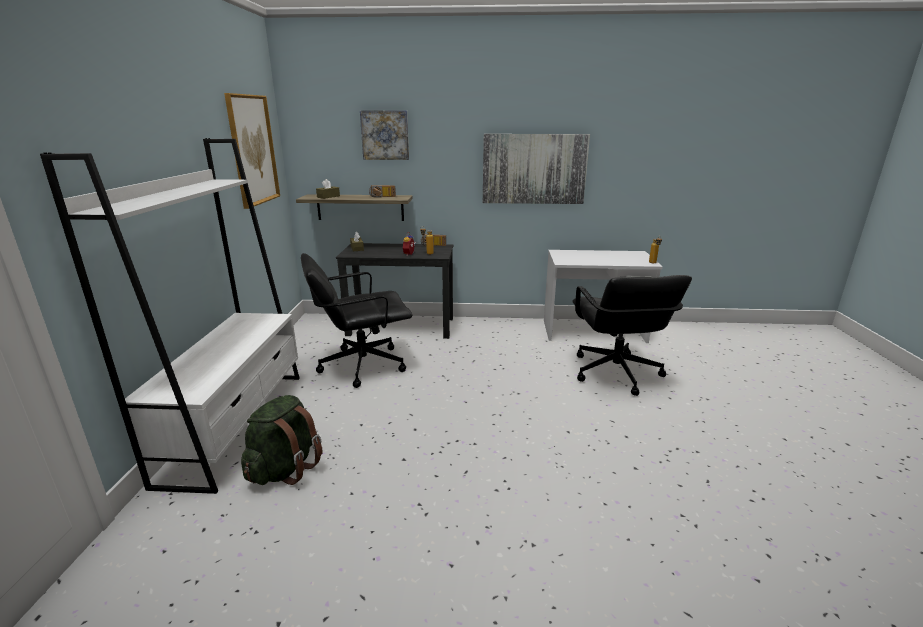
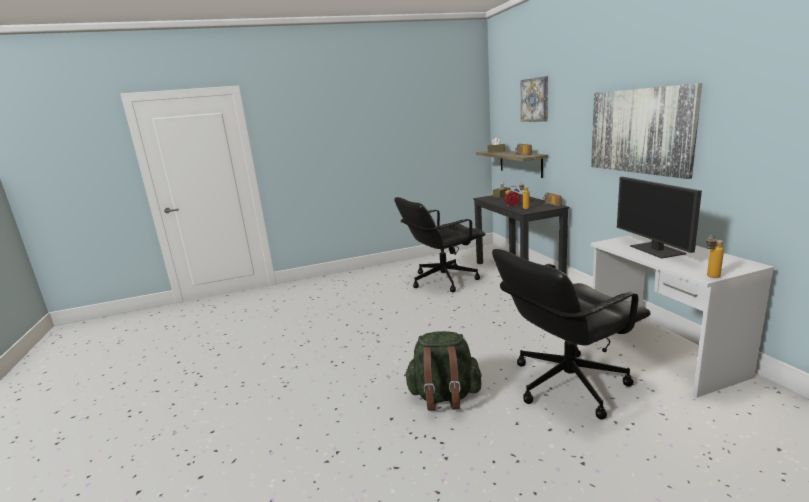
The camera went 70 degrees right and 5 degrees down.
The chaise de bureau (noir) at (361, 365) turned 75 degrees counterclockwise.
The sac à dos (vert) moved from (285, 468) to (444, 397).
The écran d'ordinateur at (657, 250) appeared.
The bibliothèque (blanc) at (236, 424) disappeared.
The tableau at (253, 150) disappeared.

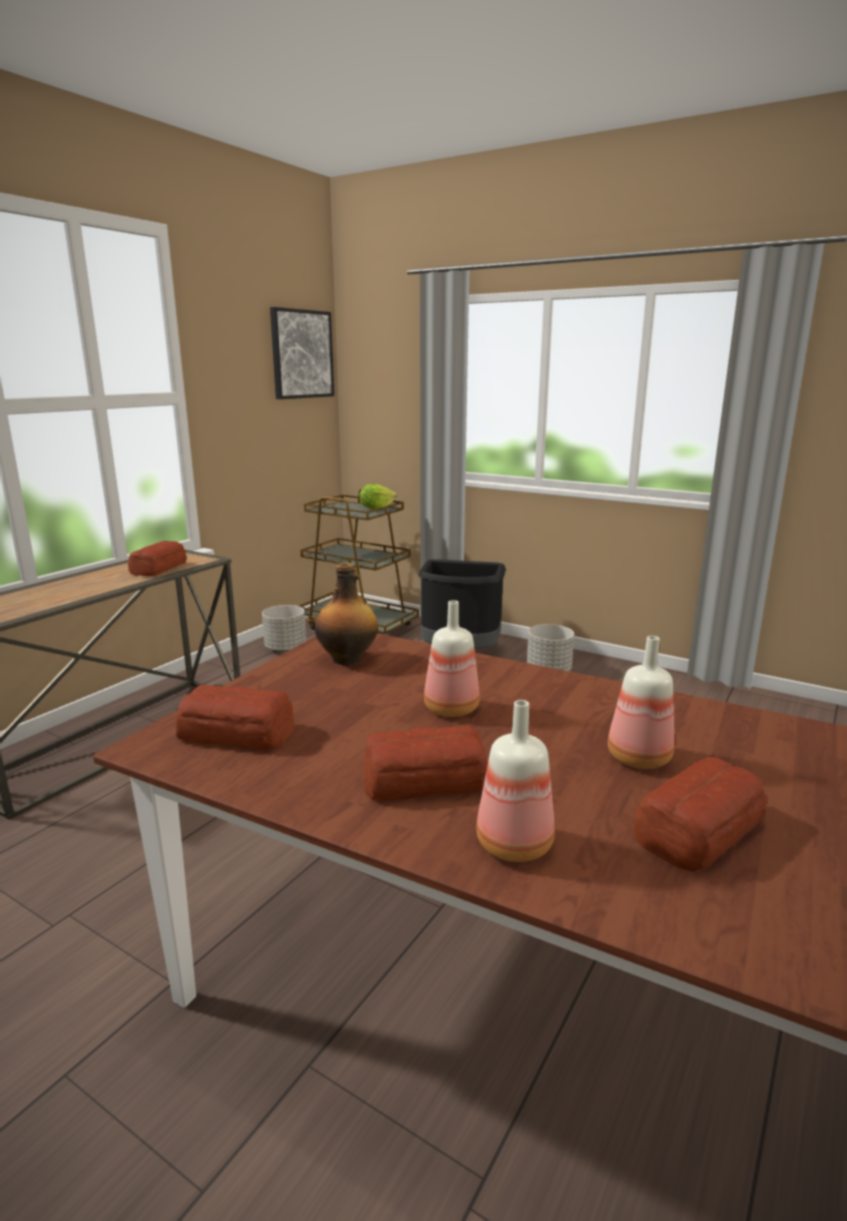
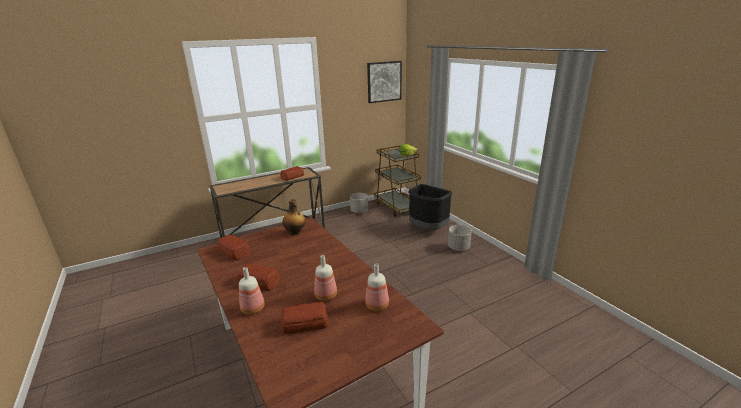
The camera went 30 degrees right and 5 degrees up.
The bouteille moved from (449, 709) to (376, 305).

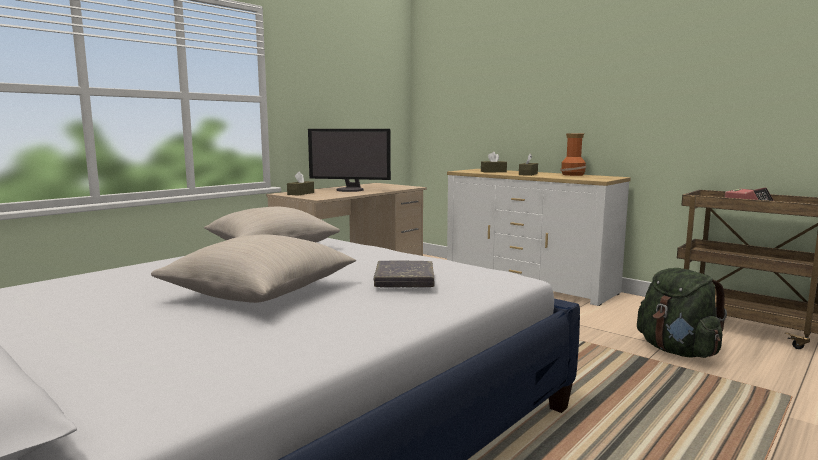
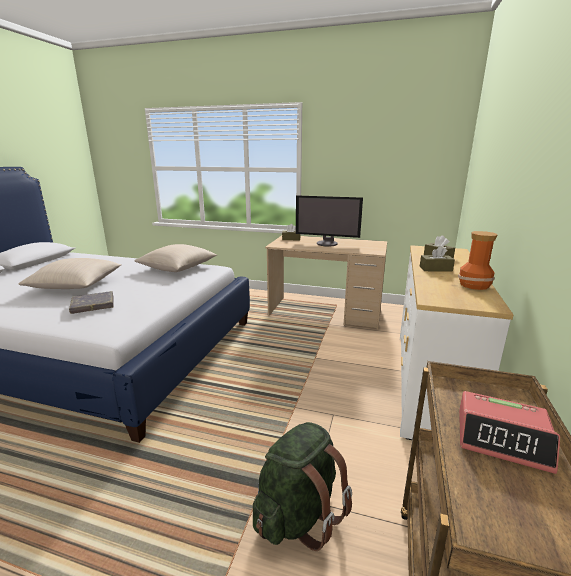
The camera went 65 degrees right and 10 degrees up.
The écran d'ordinateur at (350, 190) turned 60 degrees counterclockwise.

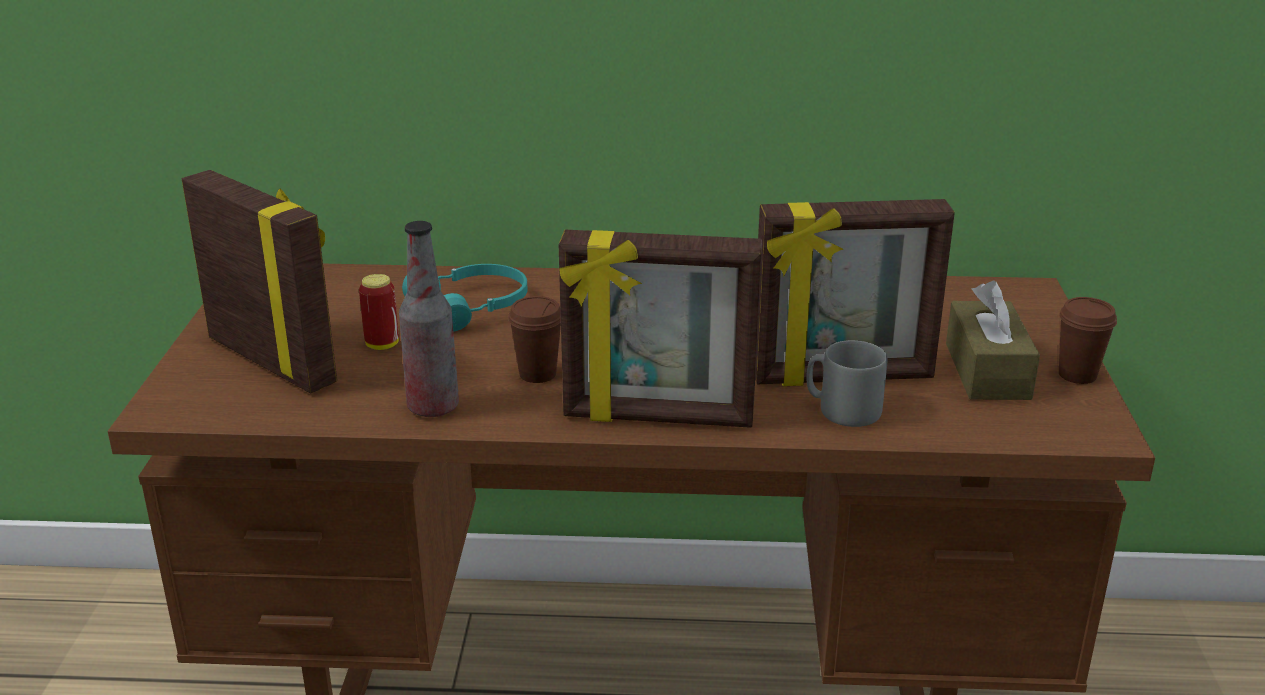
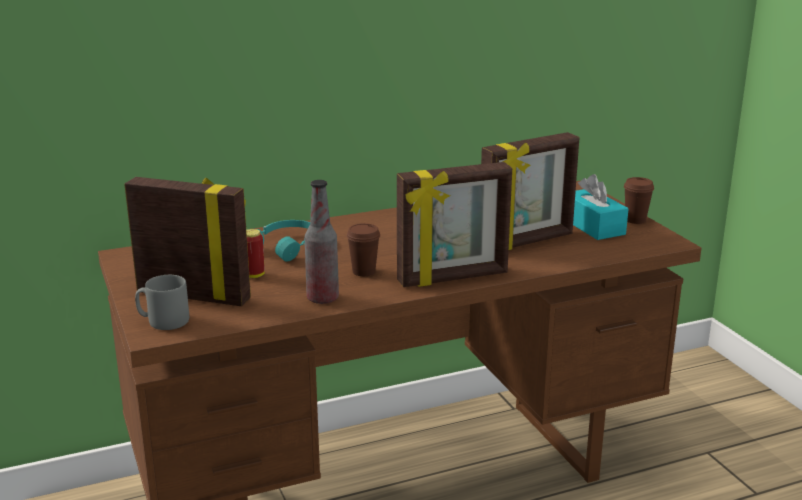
The camera went 25 degrees left and 5 degrees down.
The mug (gris) moved from (842, 410) to (163, 321).
The boîte à mouchoirs (marron) at (987, 371) became the boîte à mouchoirs (turquoise) at (593, 226).

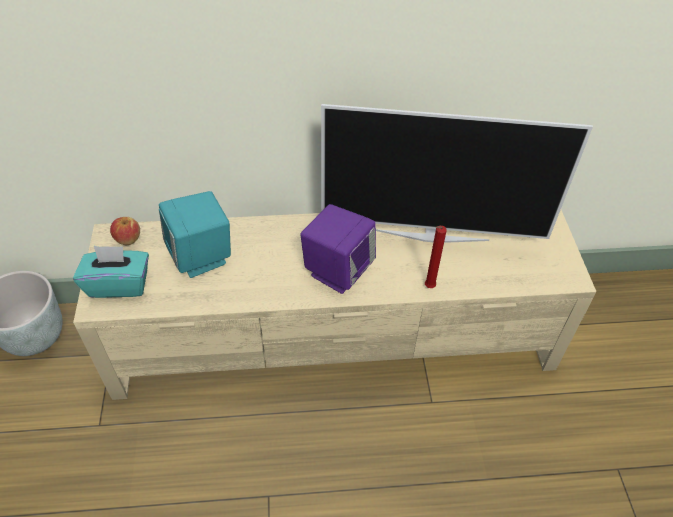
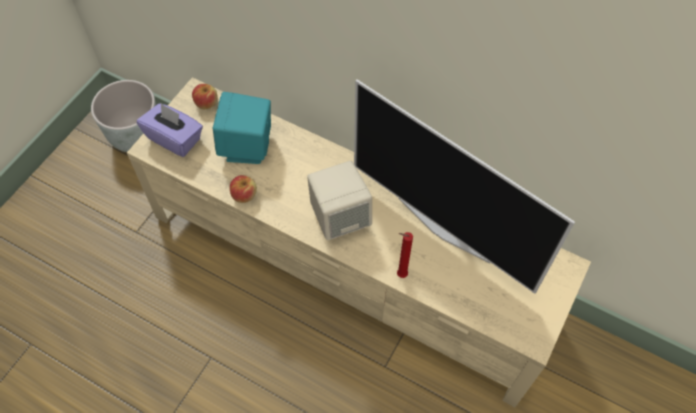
The camera went 35 degrees right and 10 degrees up.
The boîte à mouchoirs (turquoise) at (119, 284) became the boîte à mouchoirs (violet) at (175, 139).
The pomme at (244, 195) appeared.
The enceinte (violet) at (338, 270) became the enceinte (beige) at (340, 218).

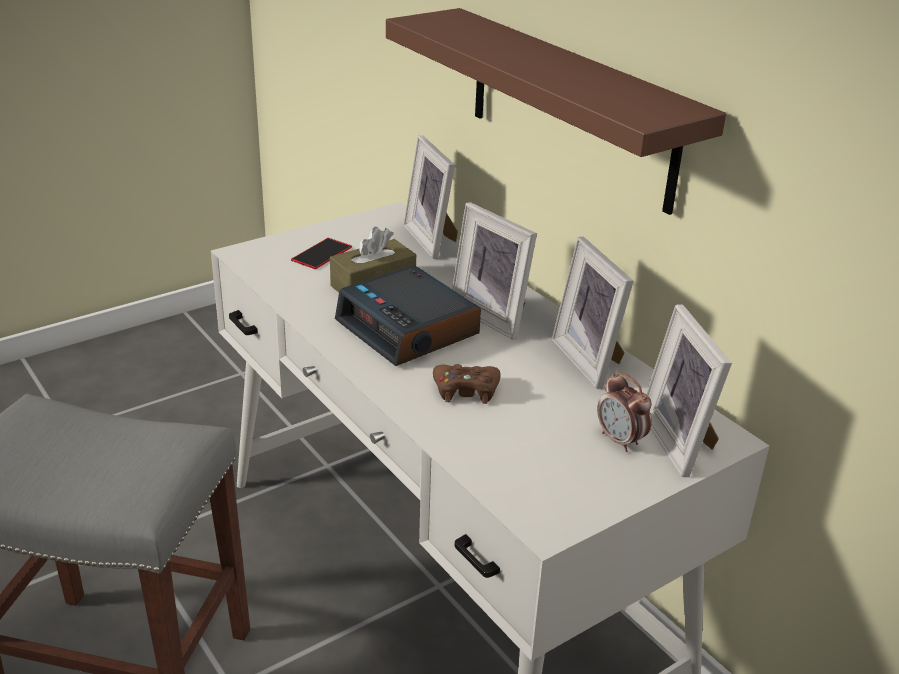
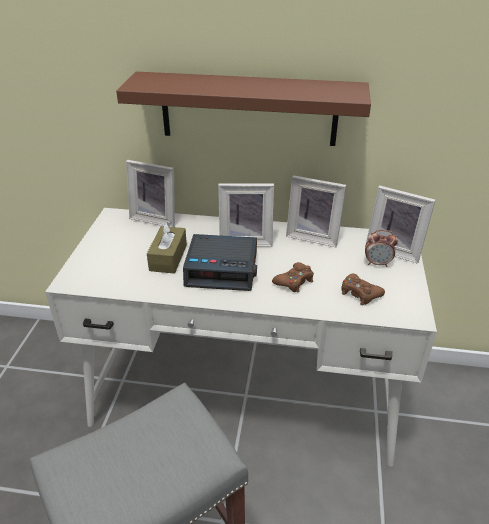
The camera went 45 degrees left and 5 degrees up.
The manette (marron) at (360, 293) appeared.
The téléphone at (321, 253) disappeared.

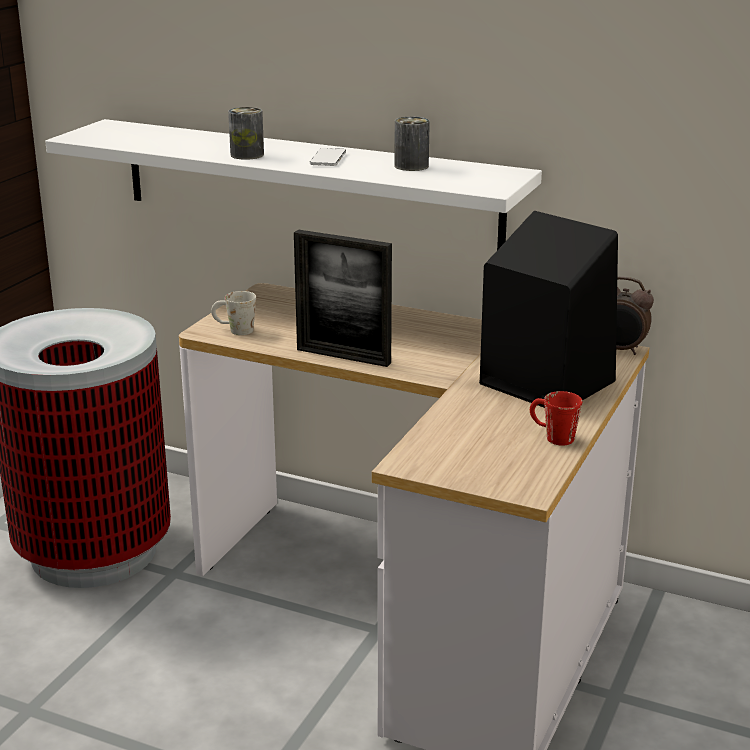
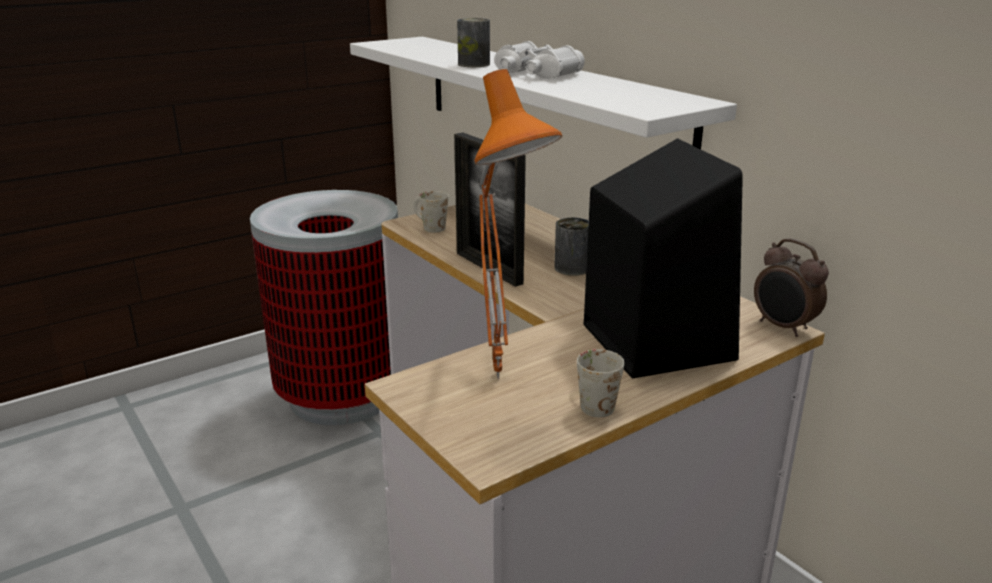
The camera went 30 degrees right and 0 degrees up.
The lampe de table (orange) at (503, 376) appeared.
The téléphone at (328, 159) was replaced by the jumelles (blanc) at (535, 74).
The boîte métallique moved from (411, 166) to (572, 268).
The mug (rouge) at (552, 436) became the mug (blanc) at (591, 402).

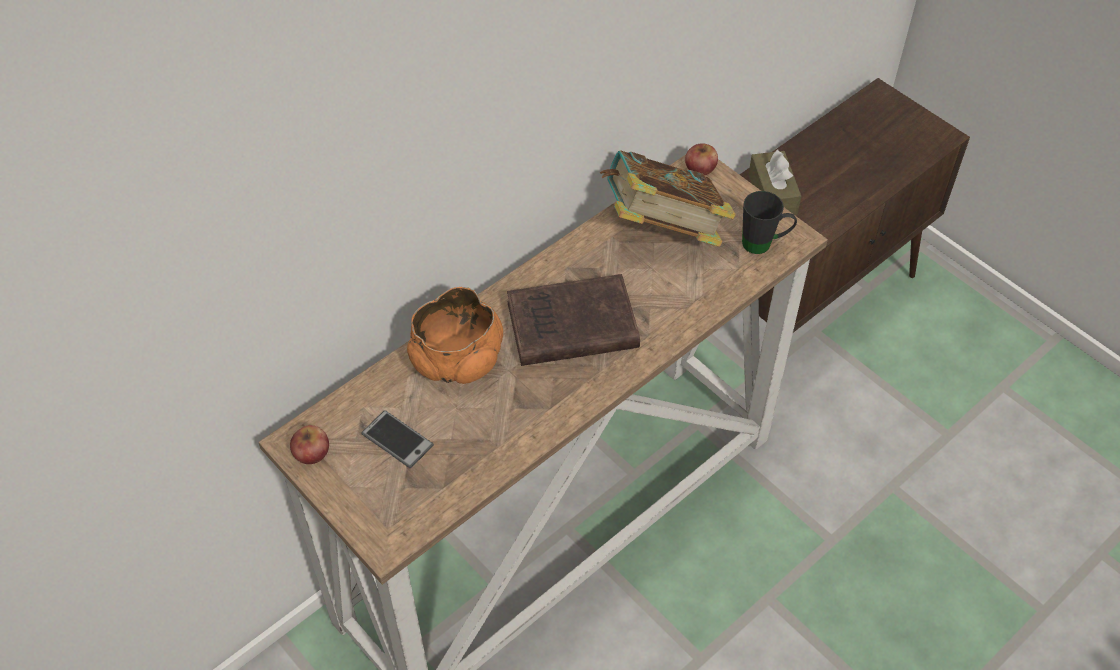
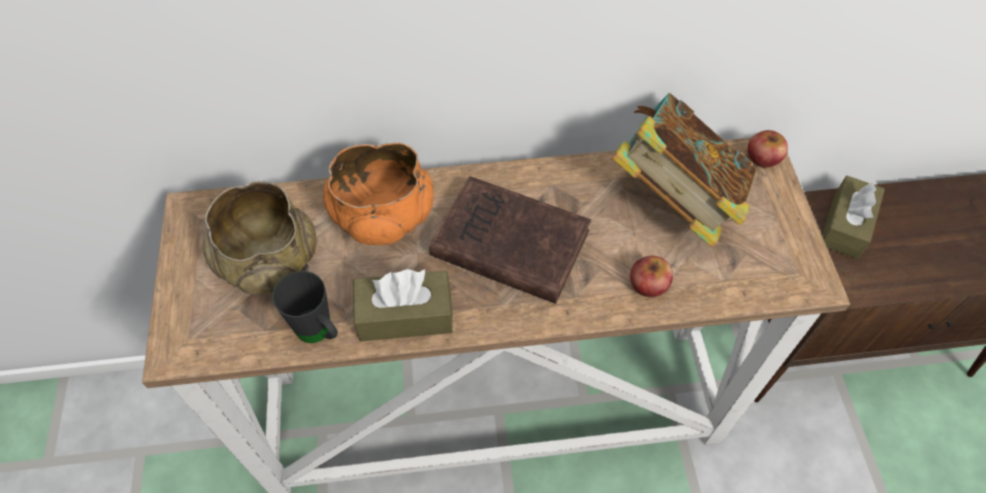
The camera went 35 degrees right and 5 degrees up.
The téléphone at (397, 440) was replaced by the bol (beige) at (269, 260).
The mug (noir) moved from (764, 244) to (320, 333).
The boîte à mouchoirs (marron) at (405, 315) appeared.
The pomme moved from (311, 452) to (648, 283).

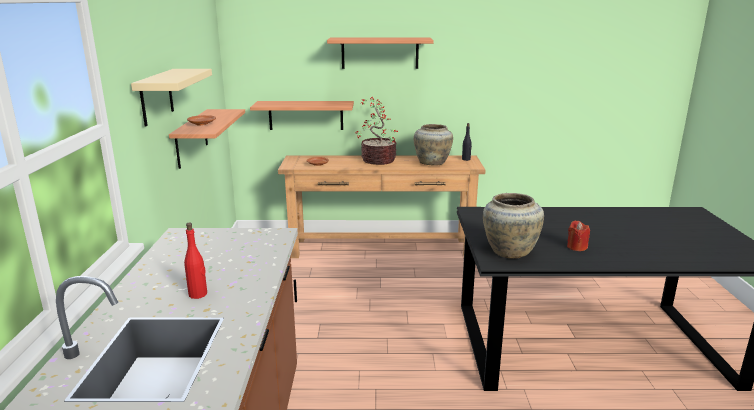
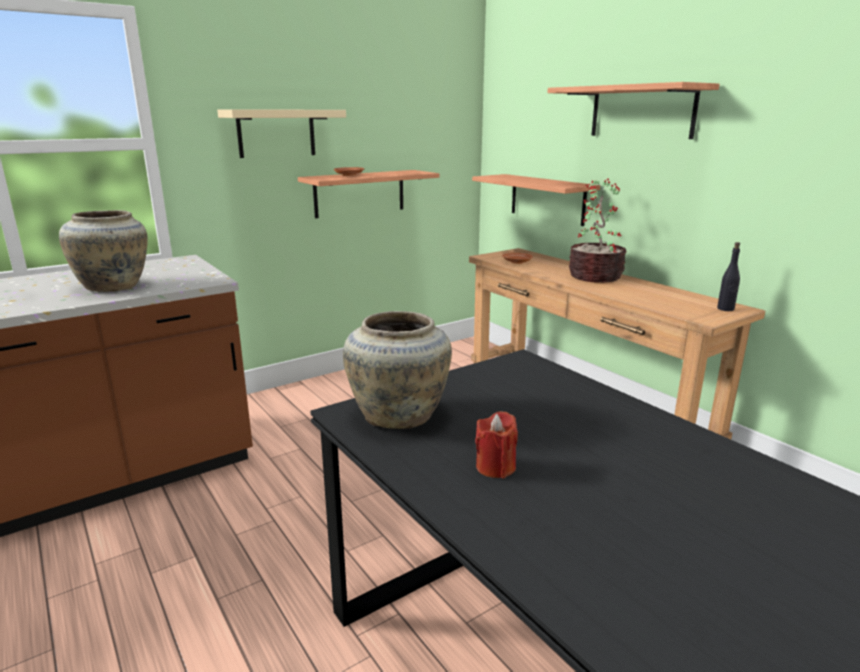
The camera went 55 degrees right and 0 degrees up.
The vase (beige) moved from (432, 163) to (114, 287).
The bouteille (rouge) at (198, 294) disappeared.

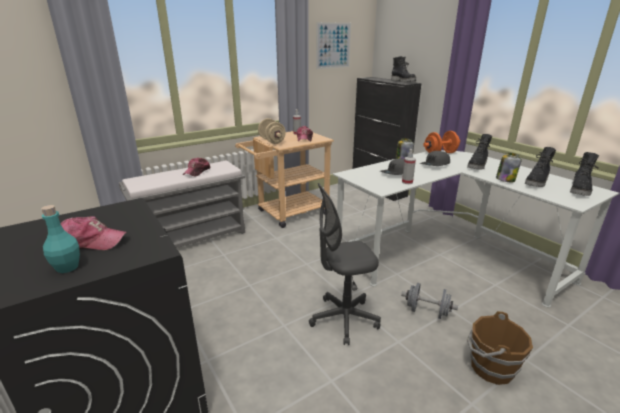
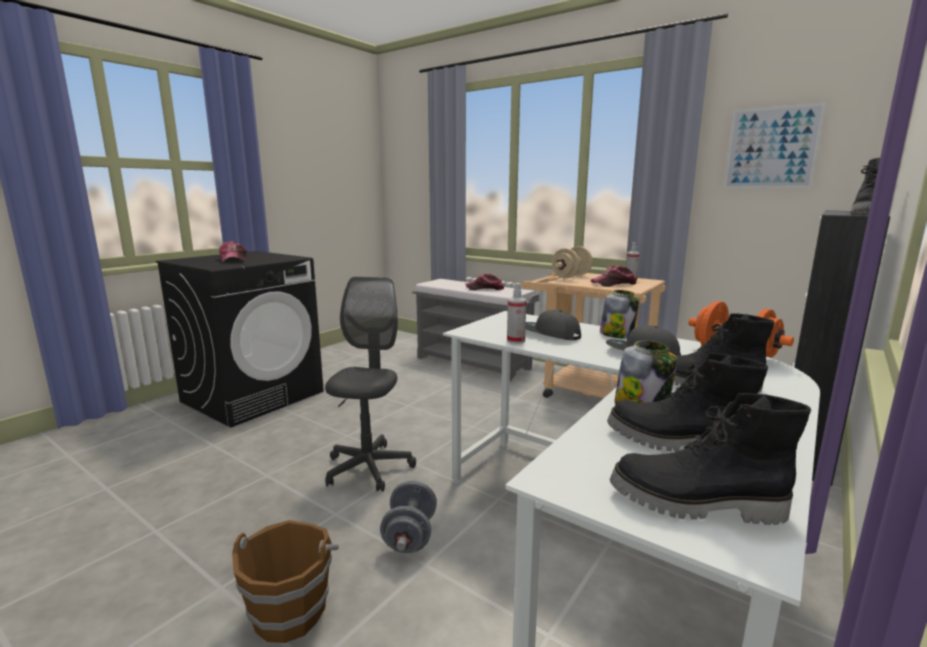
The camera went 70 degrees right and 10 degrees down.
The chaise de bureau (gris) at (344, 319) turned 45 degrees clockwise.
The bouteille (turquoise) at (67, 267) disappeared.

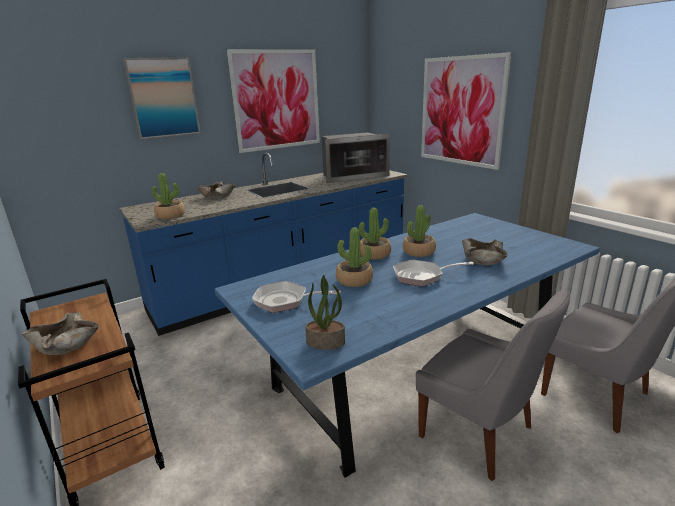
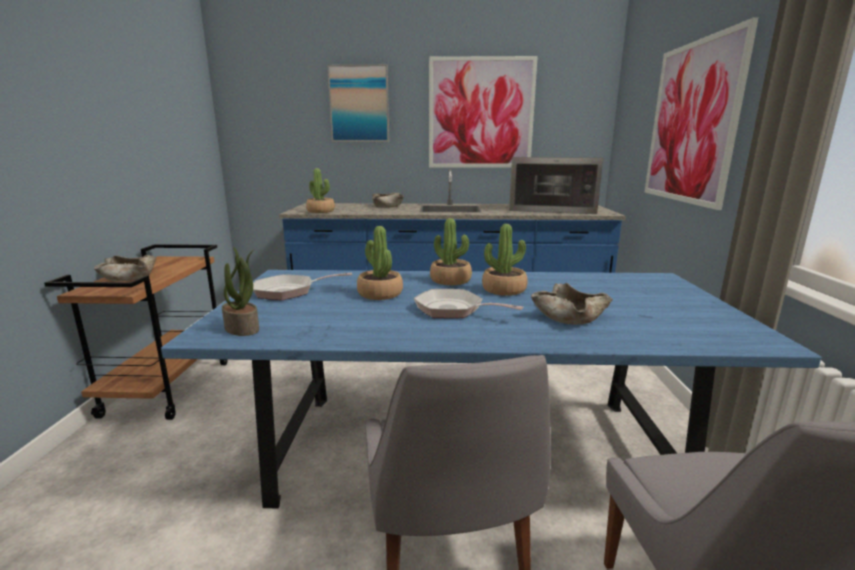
The camera went 35 degrees right and 5 degrees down.
The poêle at (285, 301) turned 60 degrees counterclockwise.

